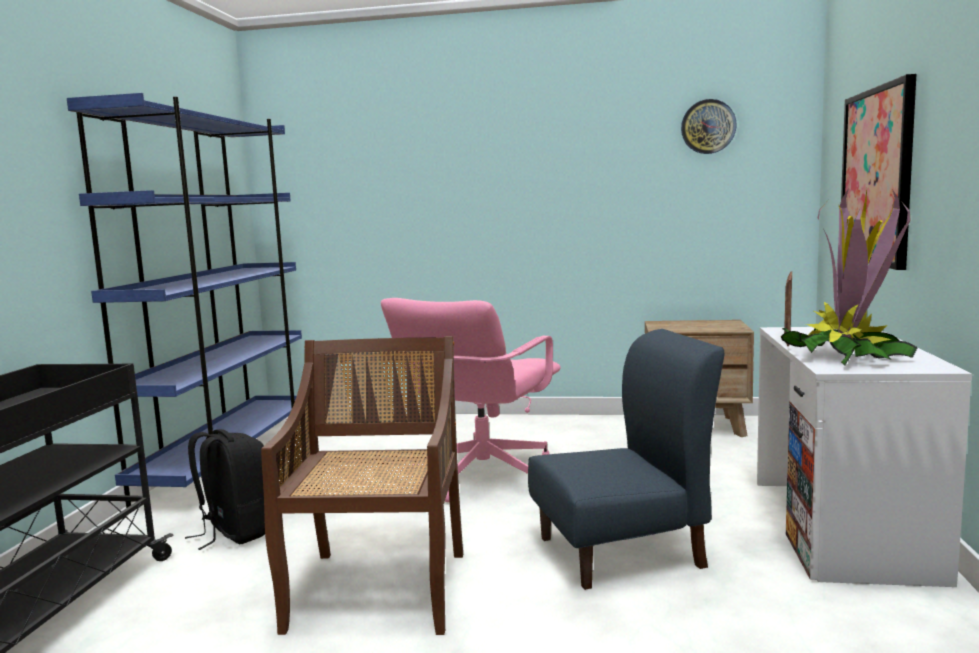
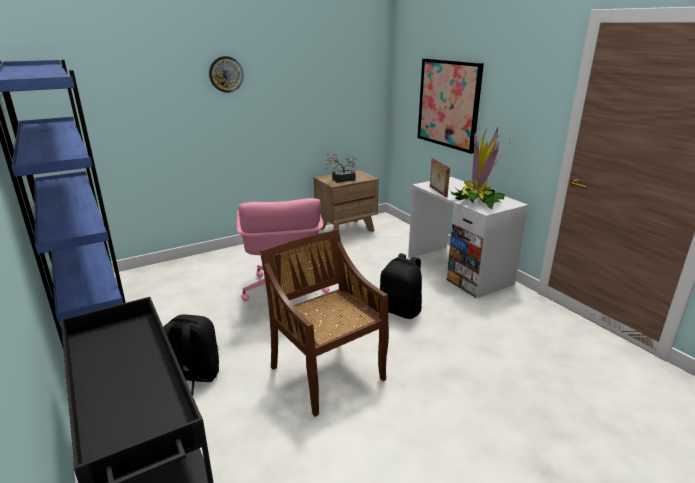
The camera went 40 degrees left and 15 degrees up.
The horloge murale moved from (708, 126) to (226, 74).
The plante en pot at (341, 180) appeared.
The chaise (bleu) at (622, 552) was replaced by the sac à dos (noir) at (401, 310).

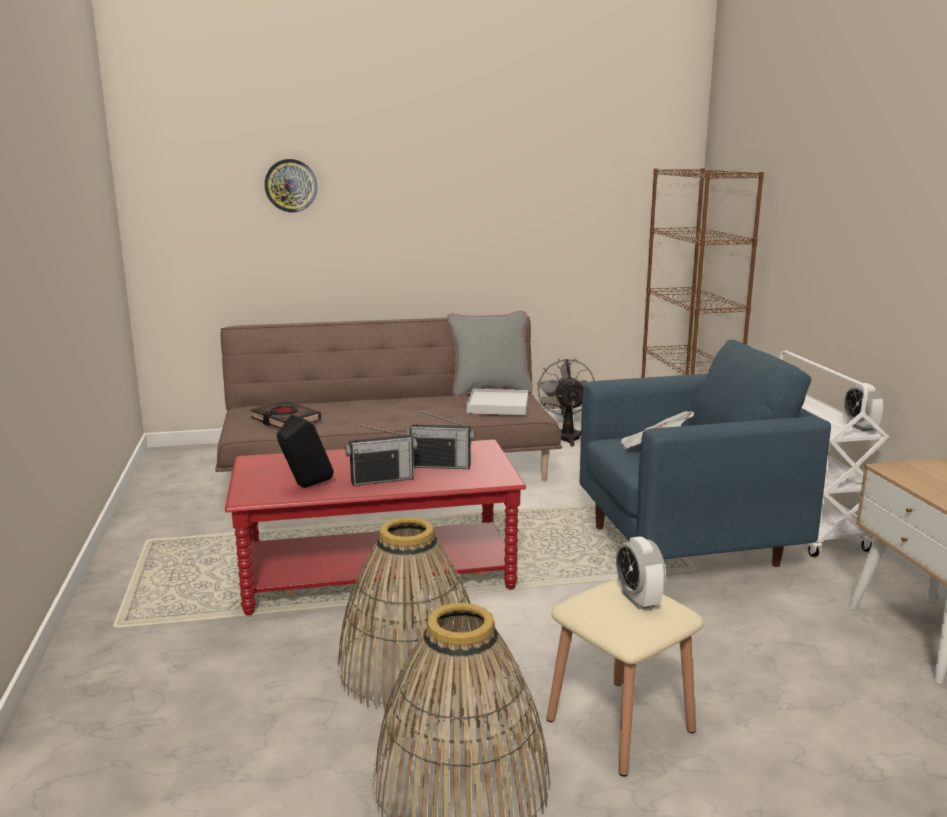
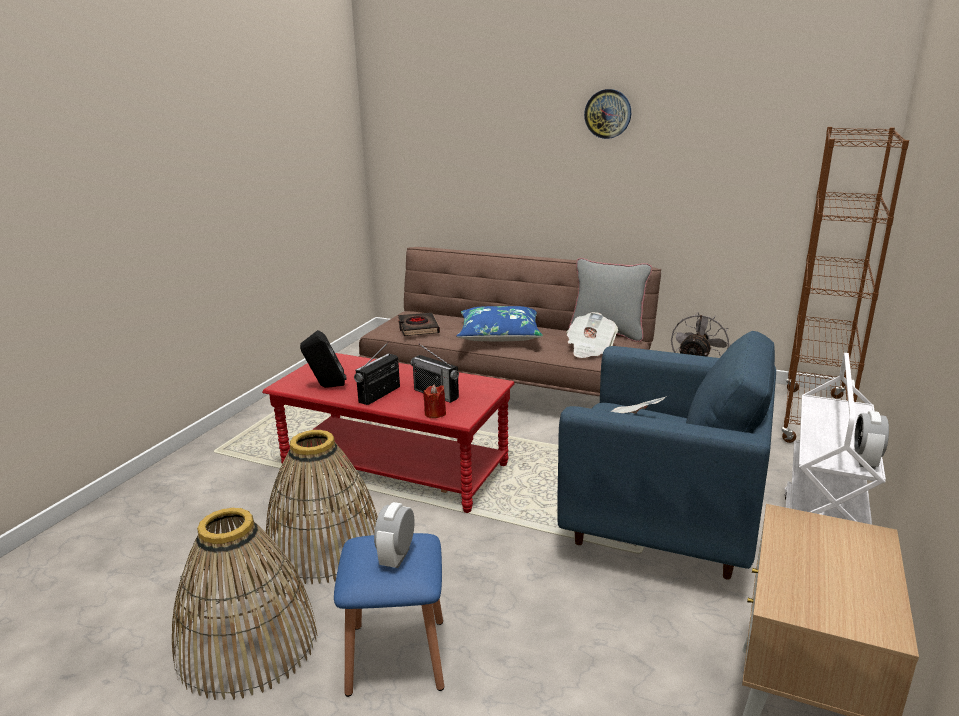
The camera went 35 degrees right and 5 degrees up.
The tabouret (beige) at (620, 725) became the tabouret (bleu) at (396, 656).
The radio at (382, 480) turned 105 degrees clockwise.
The bougie (rouge) at (435, 414) appeared.
The coussin (bleu) at (499, 335) appeared.
The plateau (blanc) at (498, 405) was replaced by the journal at (590, 349).
The horloge murale moved from (291, 185) to (608, 114).

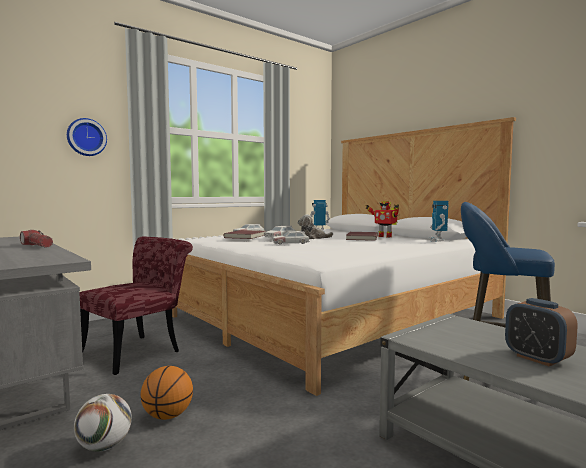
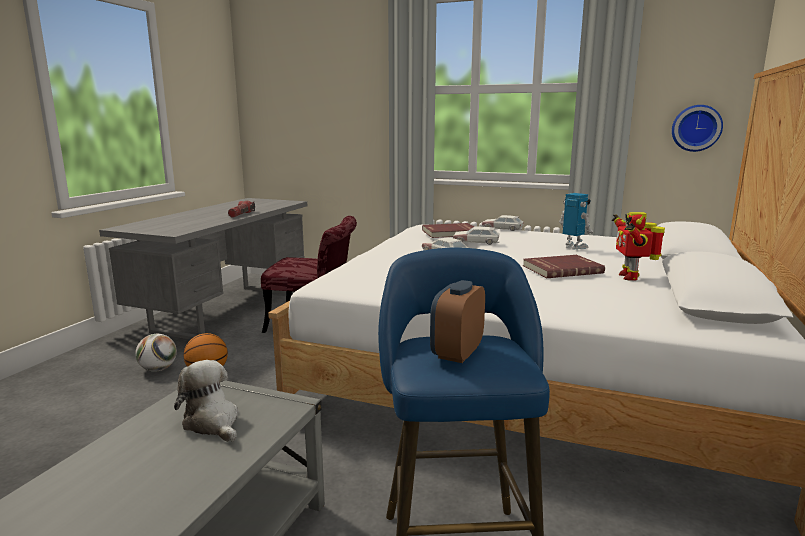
The camera went 60 degrees right and 10 degrees up.
The peluche moved from (313, 238) to (212, 422).
The réveil moved from (537, 358) to (457, 353).
The horloge murale moved from (86, 137) to (696, 128).
The robot jouet at (437, 240) disappeared.

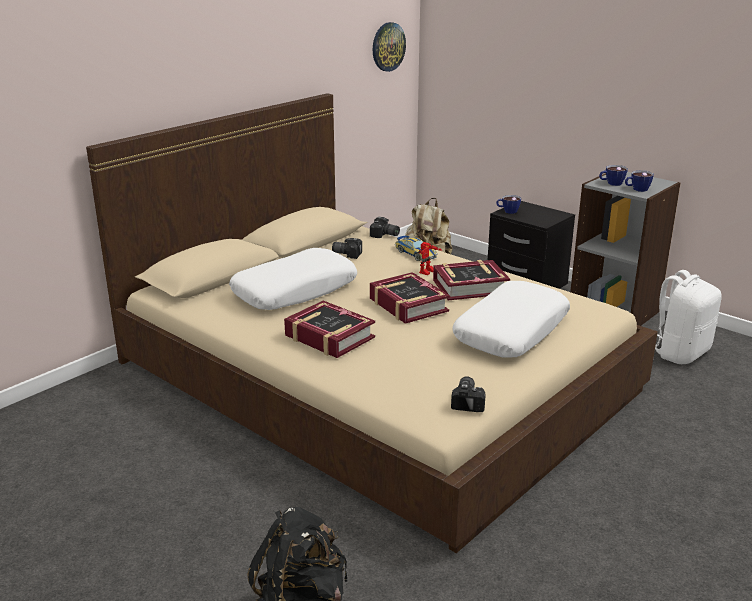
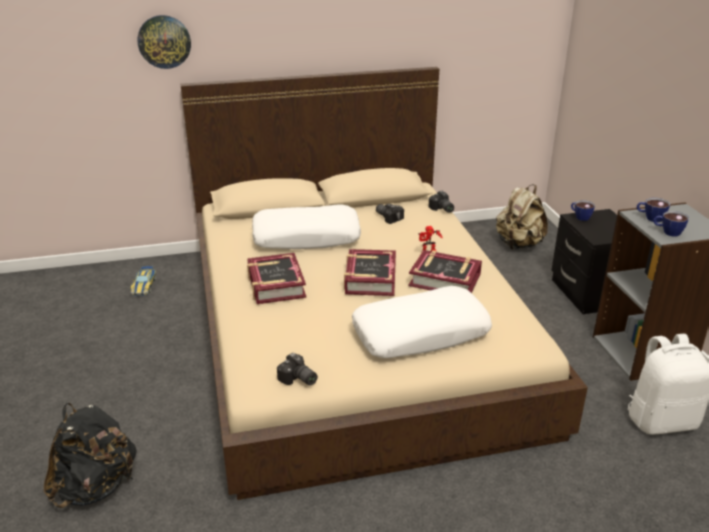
The camera went 35 degrees right and 5 degrees up.
The petite voiture moved from (415, 254) to (144, 285).
The horloge murale moved from (388, 46) to (164, 41).
The appareil photo at (469, 401) turned 90 degrees clockwise.

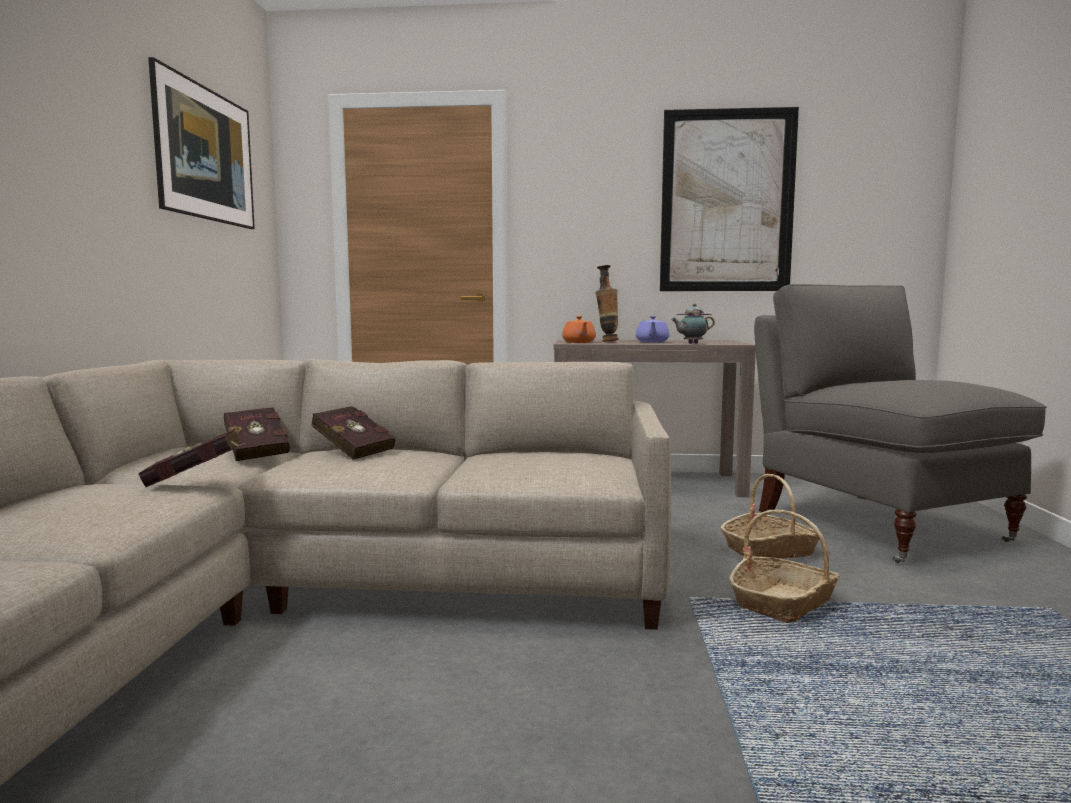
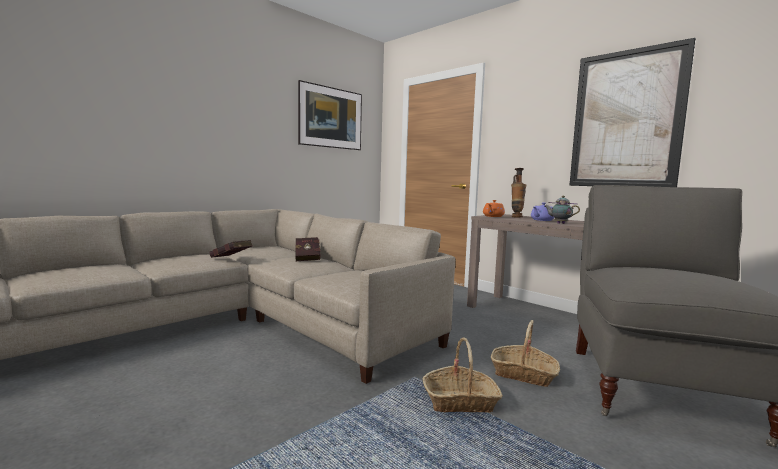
The camera went 40 degrees right and 0 degrees up.
The livre (rouge) at (257, 452) disappeared.

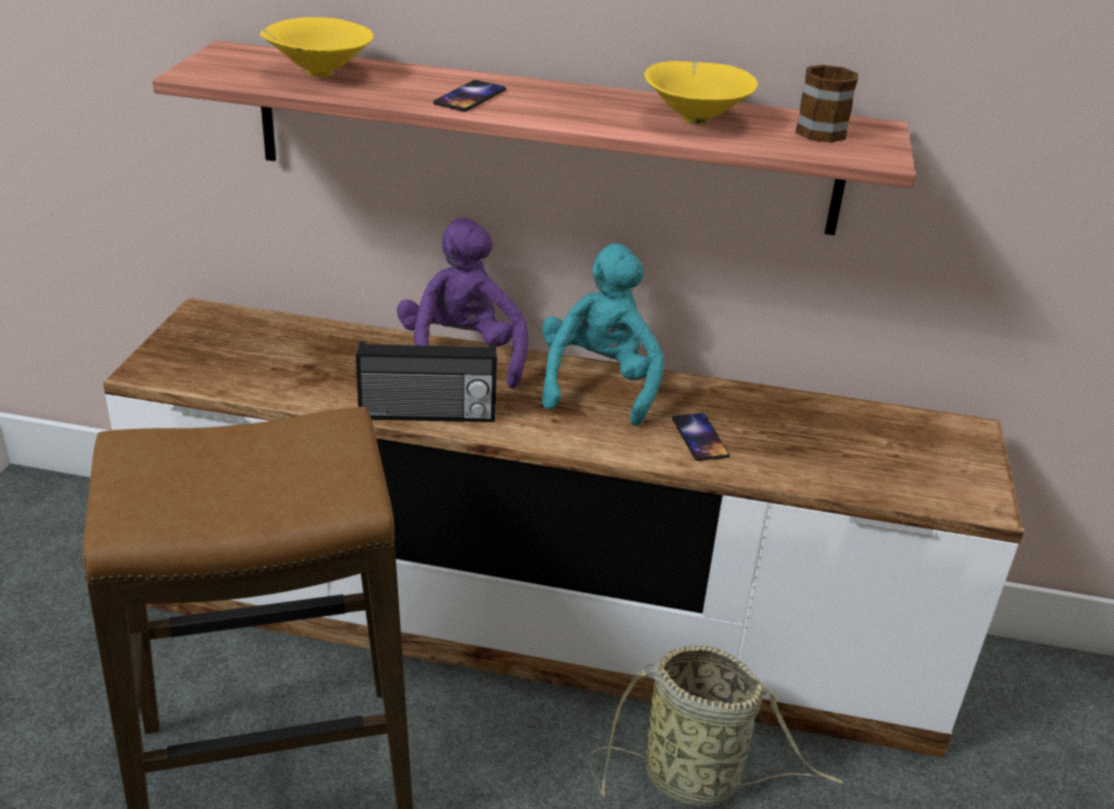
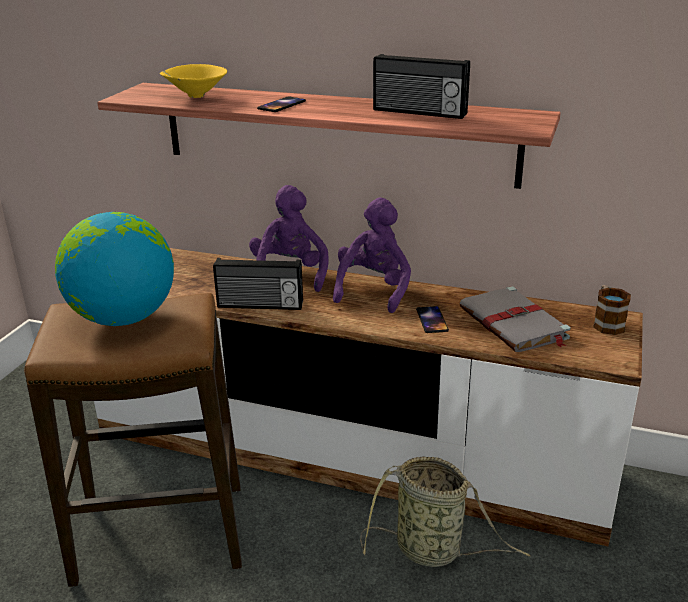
The camera went 10 degrees right and 5 degrees down.
The globe at (123, 318) appeared.
The peluche (turquoise) at (599, 385) became the peluche (violet) at (373, 290).
The bol (jaune) at (695, 119) was replaced by the radio at (419, 112).
The livre (gris) at (514, 324) appeared.
The mug moved from (816, 128) to (606, 323).

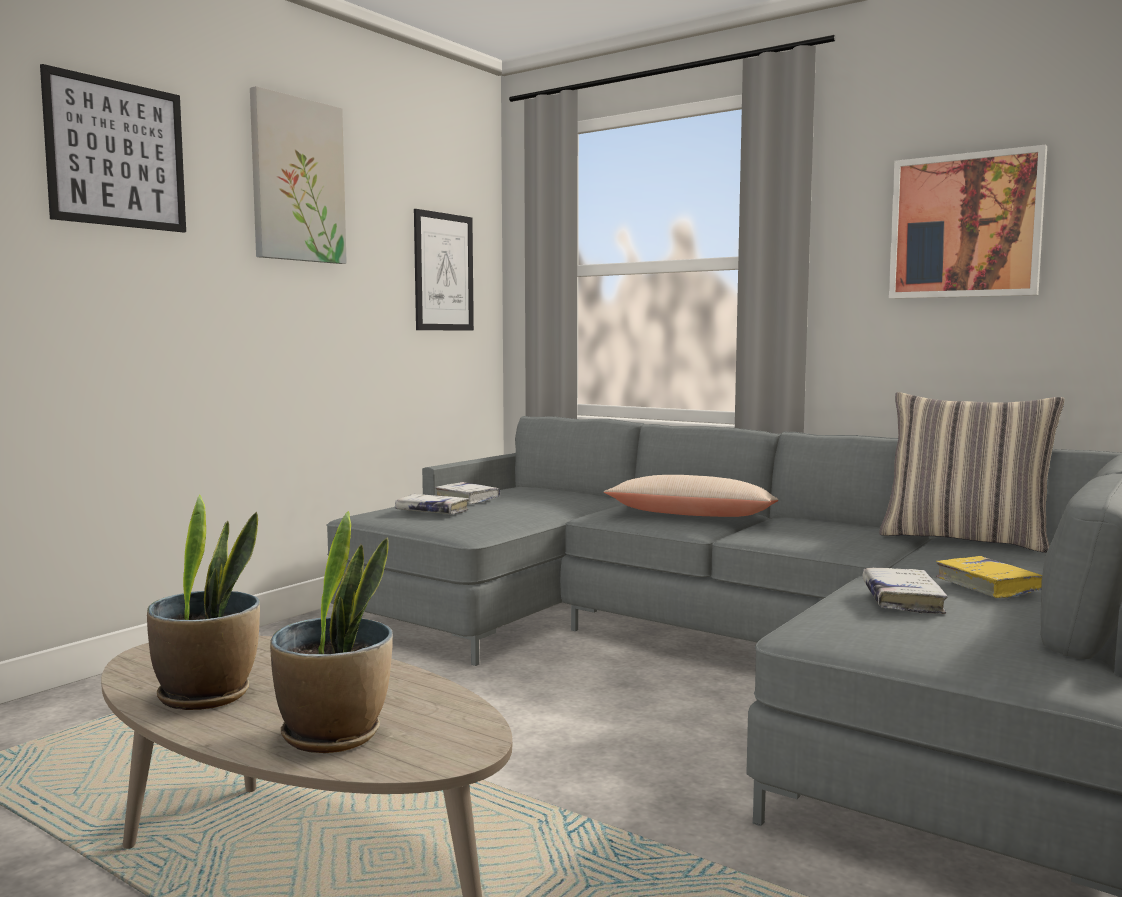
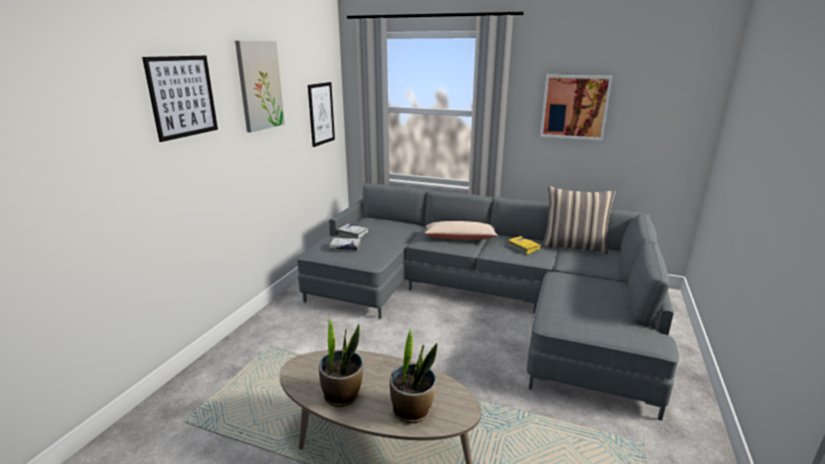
The camera went 15 degrees left and 15 degrees up.
The livre (jaune) moved from (988, 586) to (524, 248).
The livre (blanc) at (902, 600) disappeared.

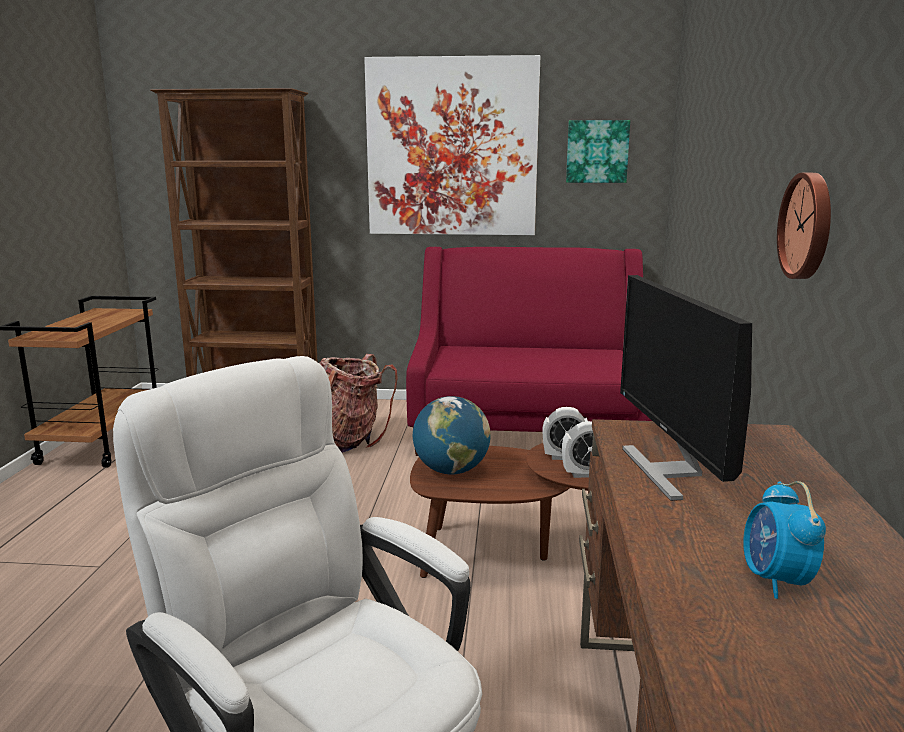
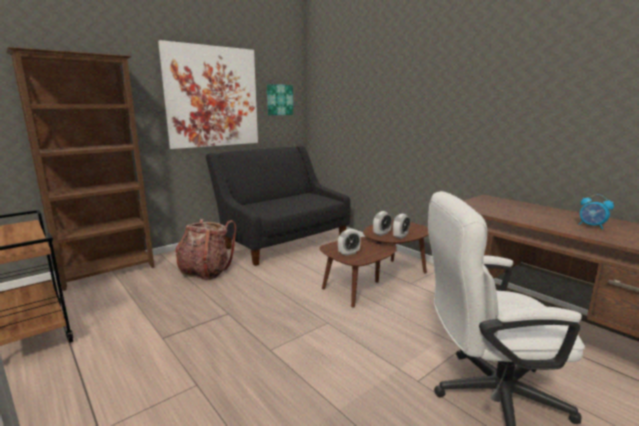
The camera went 45 degrees left and 0 degrees up.
The canapé (rouge) at (528, 432) became the canapé (noir) at (282, 241).
The globe at (451, 471) was replaced by the réveil at (348, 253).
The écran d'ordinateur at (669, 470) disappeared.
The horloge murale at (808, 226) disappeared.

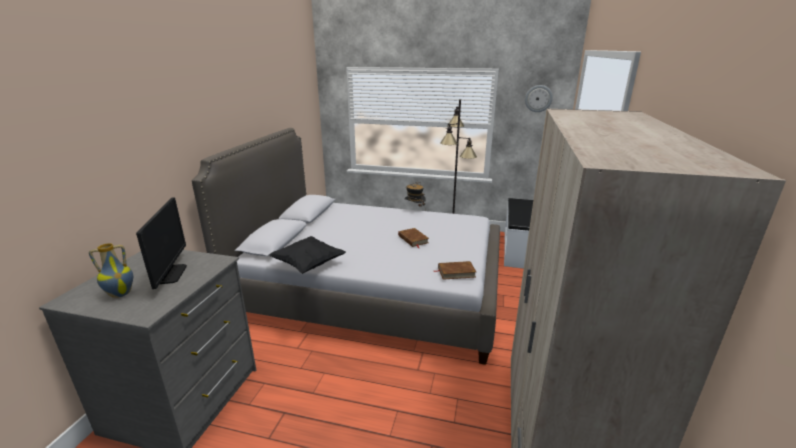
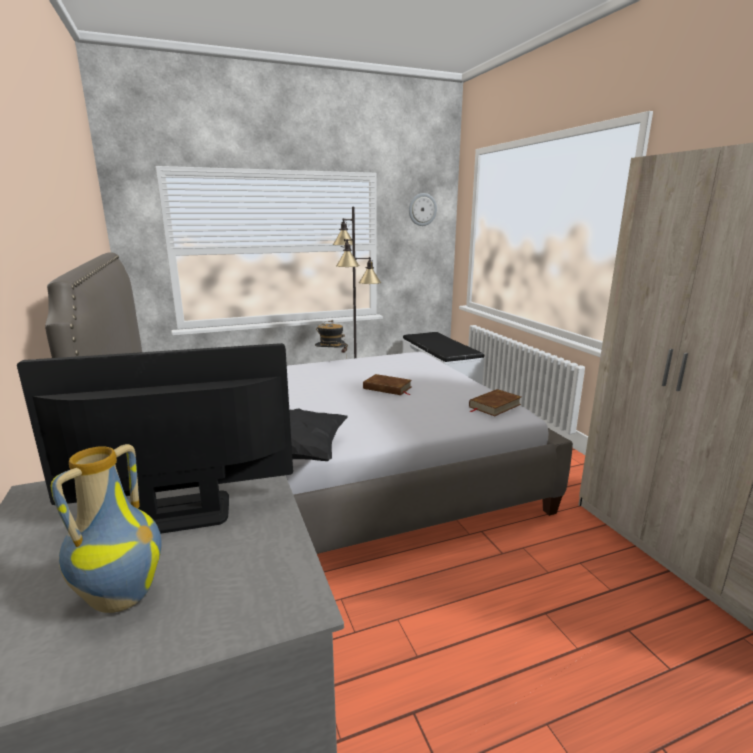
The camera went 35 degrees left and 5 degrees down.
The écran d'ordinateur at (170, 274) turned 60 degrees counterclockwise.

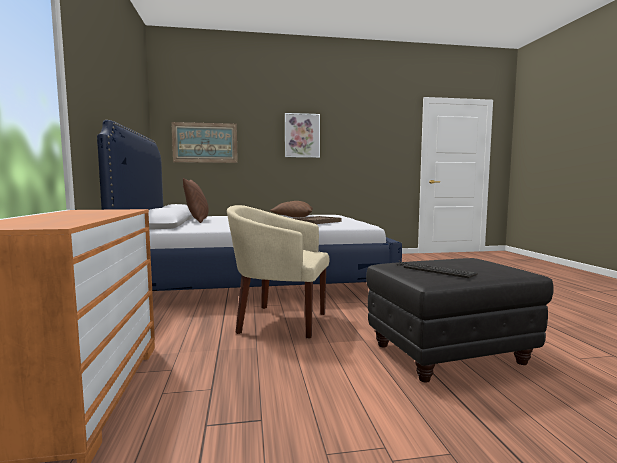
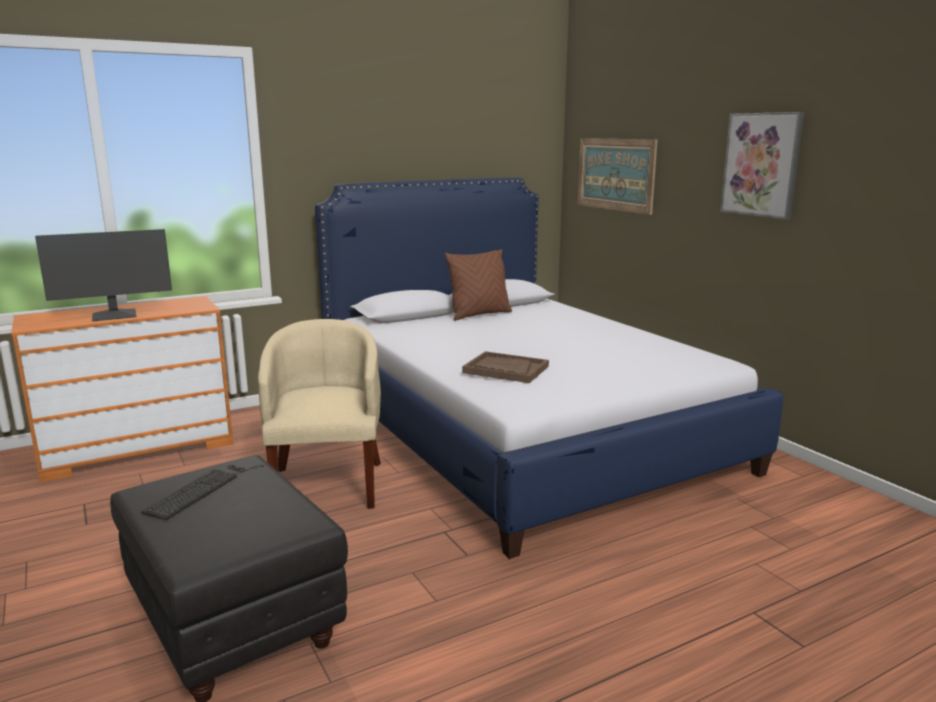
The camera went 70 degrees right and 10 degrees up.
The écran d'ordinateur at (114, 316) appeared.
The coussin (marron) at (292, 217) disappeared.

